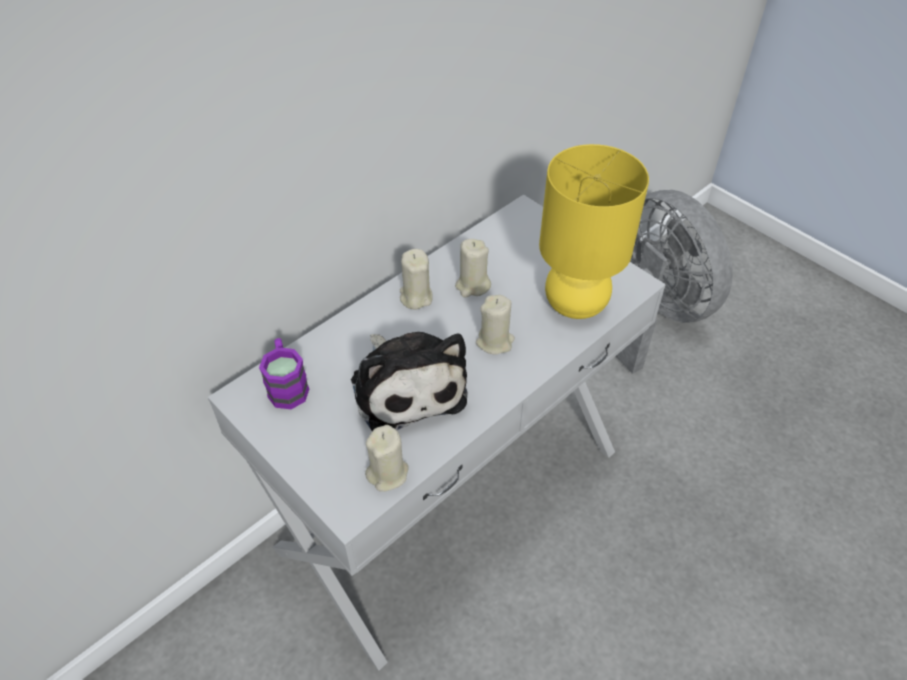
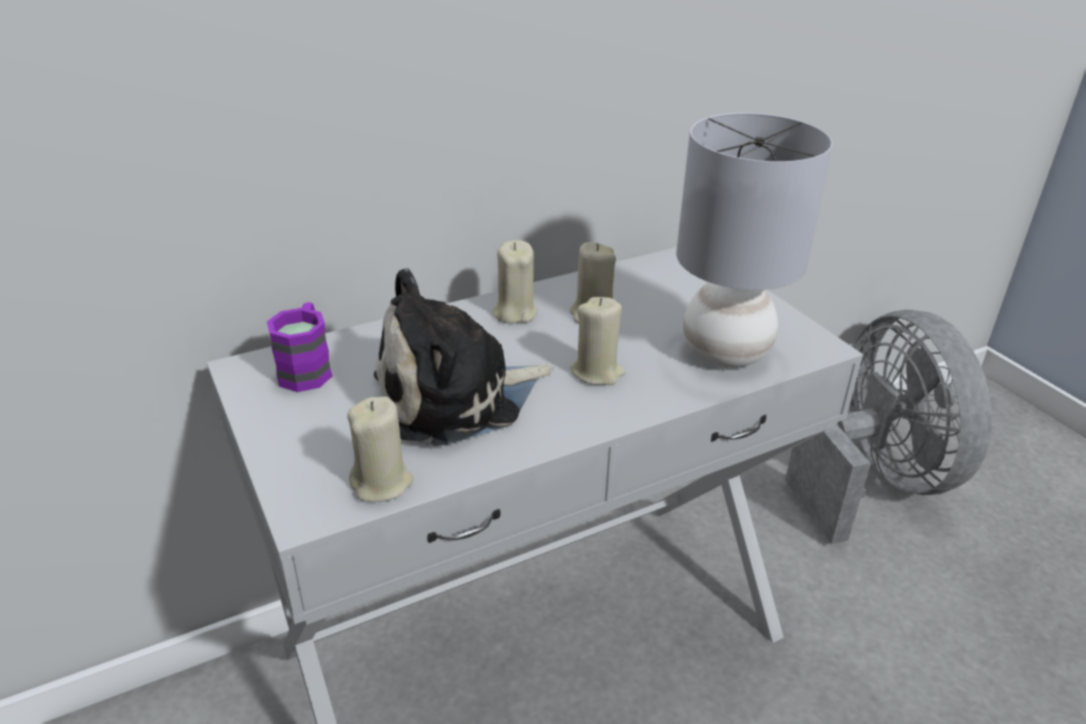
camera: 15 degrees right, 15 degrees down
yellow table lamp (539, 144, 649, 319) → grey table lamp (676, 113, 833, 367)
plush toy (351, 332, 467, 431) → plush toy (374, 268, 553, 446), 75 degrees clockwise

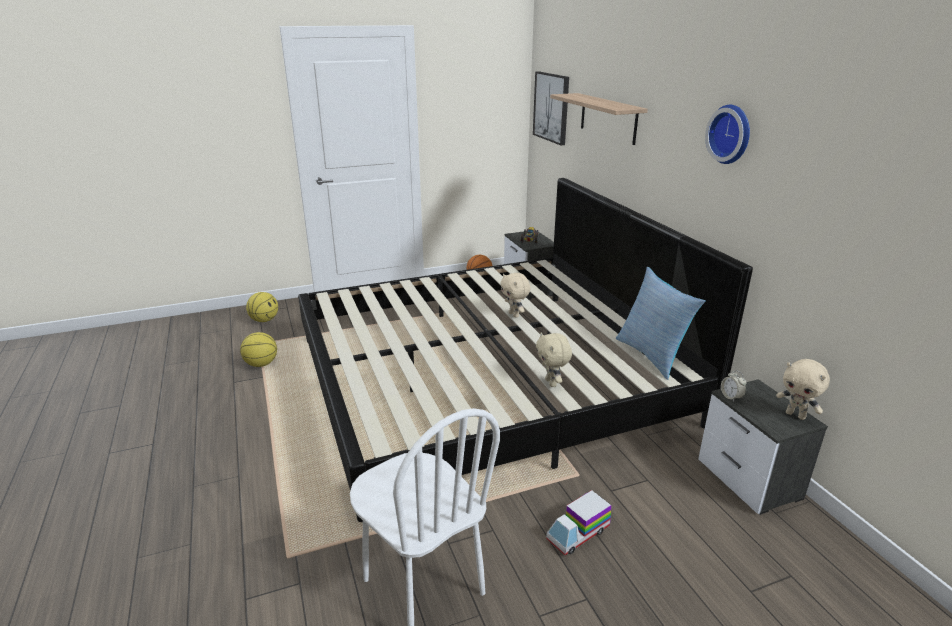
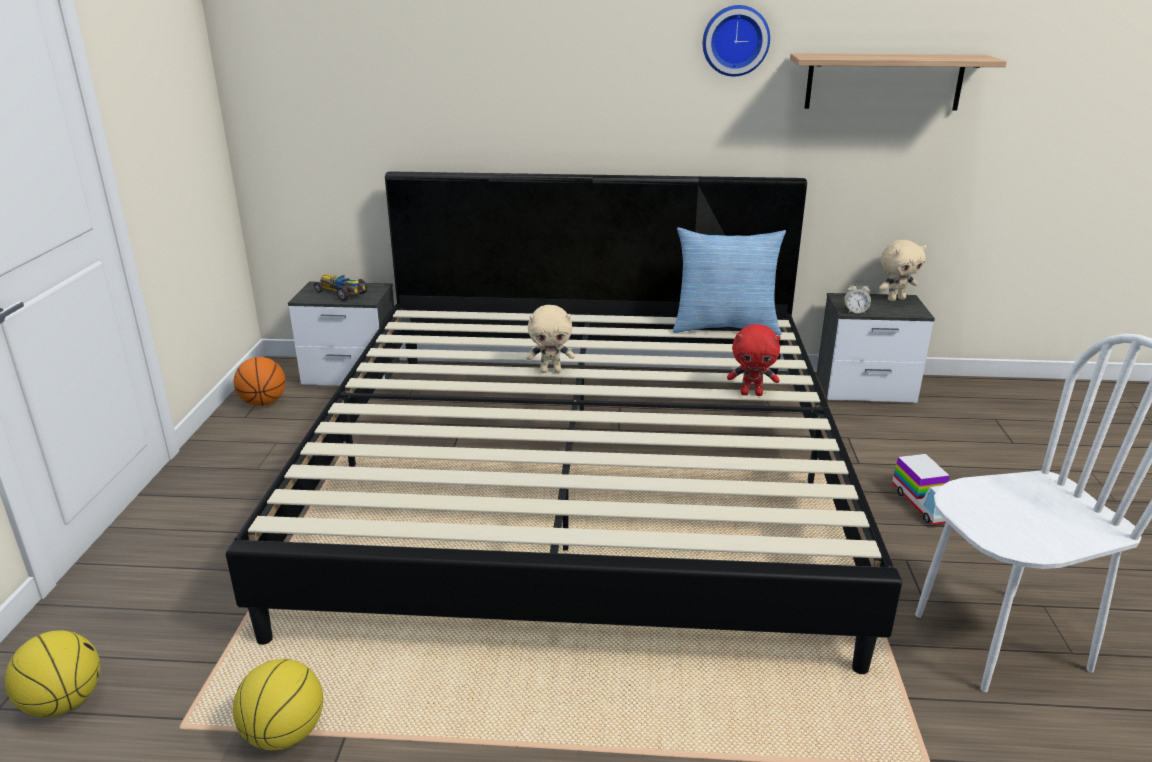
camera: 65 degrees left, 0 degrees up
picture (533, 72, 569, 145) → -
shelf (550, 93, 648, 145) → shelf (790, 53, 1007, 110), relocated
beige plush toy (536, 333, 572, 387) → red plush toy (727, 324, 781, 396)

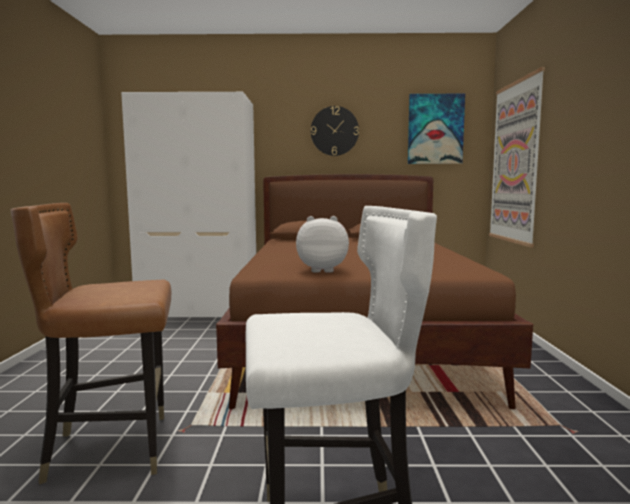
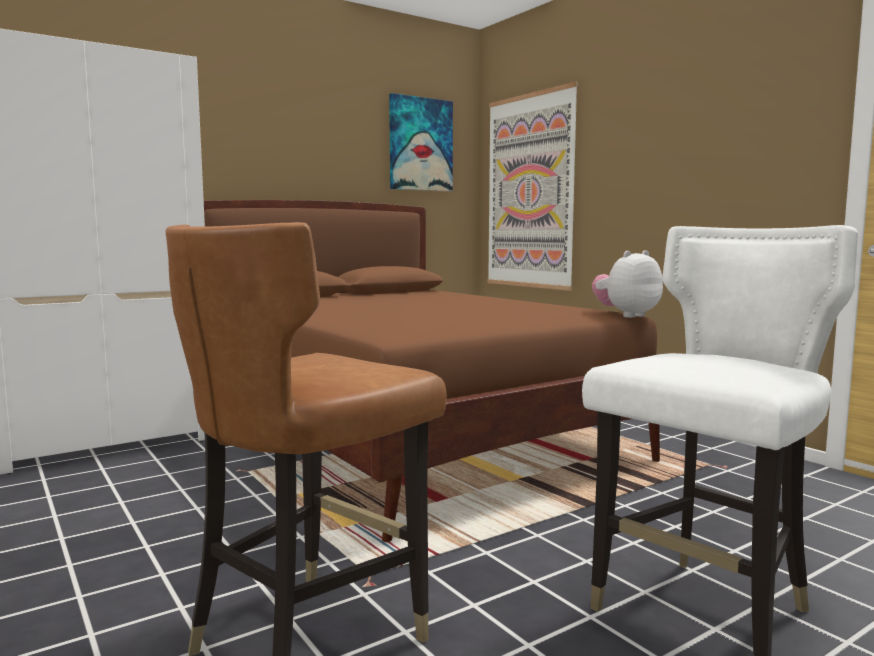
camera: 35 degrees left, 0 degrees up
wall clock (311, 106, 359, 156) → -
plush toy (296, 216, 349, 273) → plush toy (592, 250, 663, 318), relocated

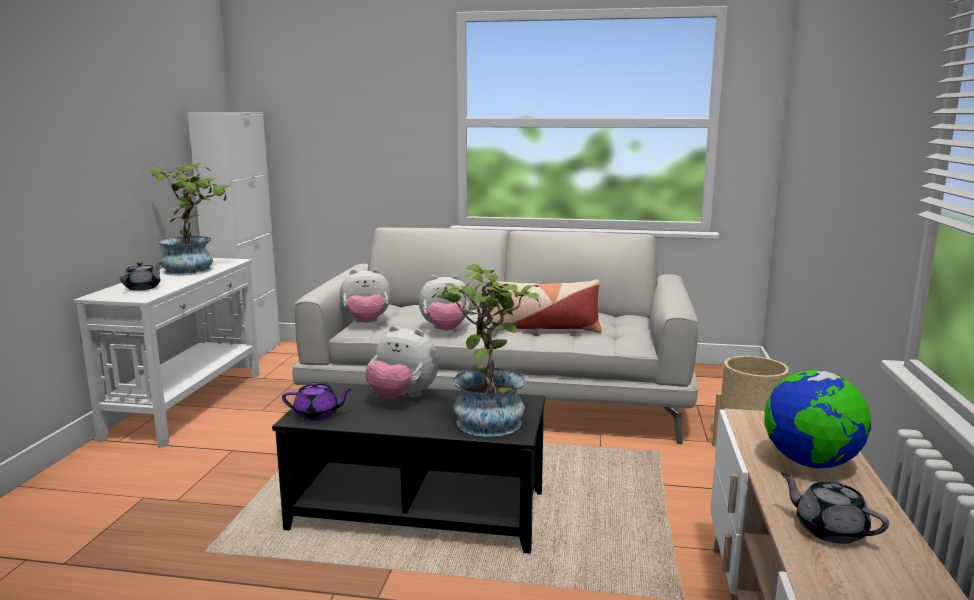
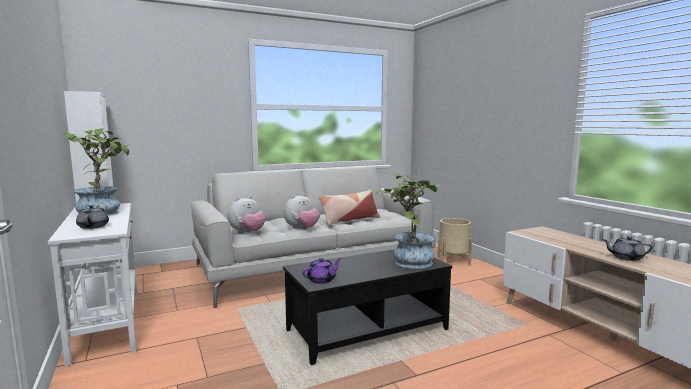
camera: 35 degrees left, 5 degrees down
plush toy (365, 325, 439, 399) → -
globe (764, 370, 871, 469) → -

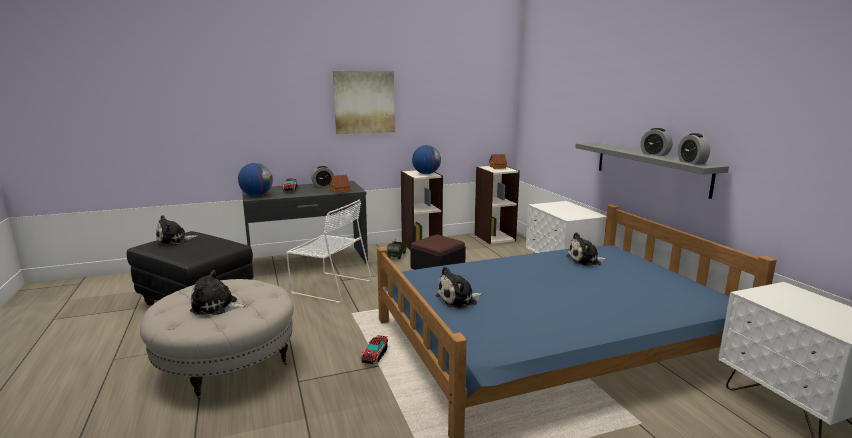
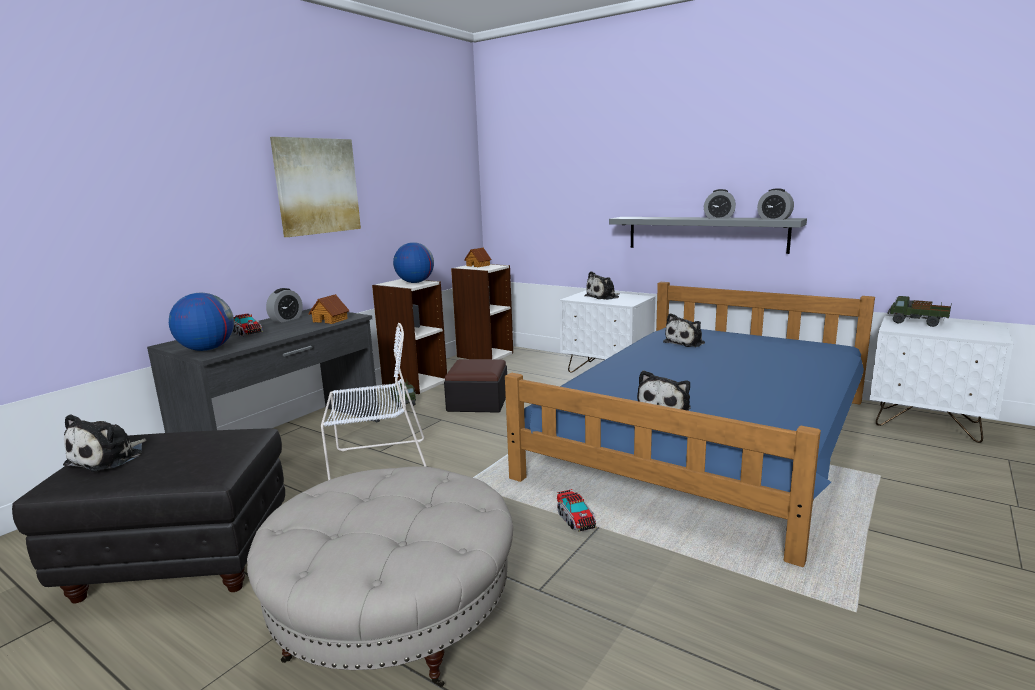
camera: 35 degrees left, 0 degrees up
- → toy truck (887, 296, 952, 327)
plush toy (190, 270, 248, 315) → plush toy (584, 271, 620, 300), relocated

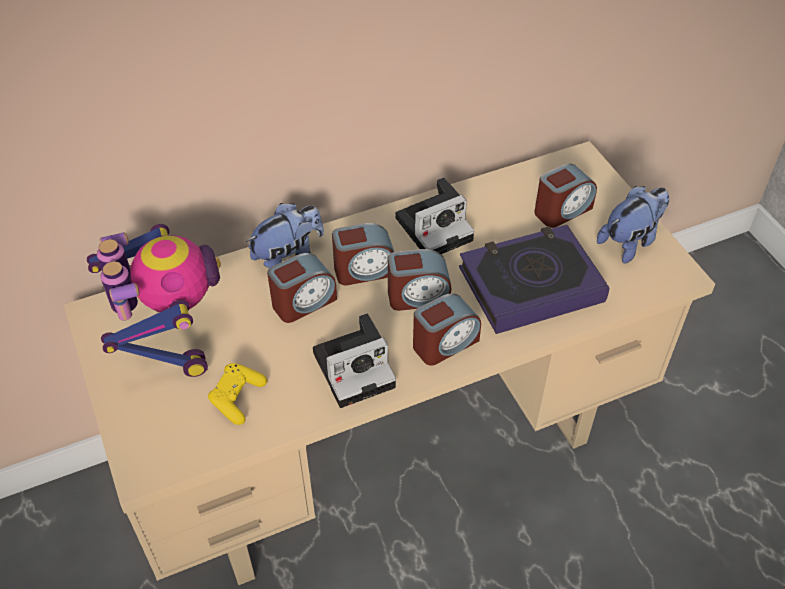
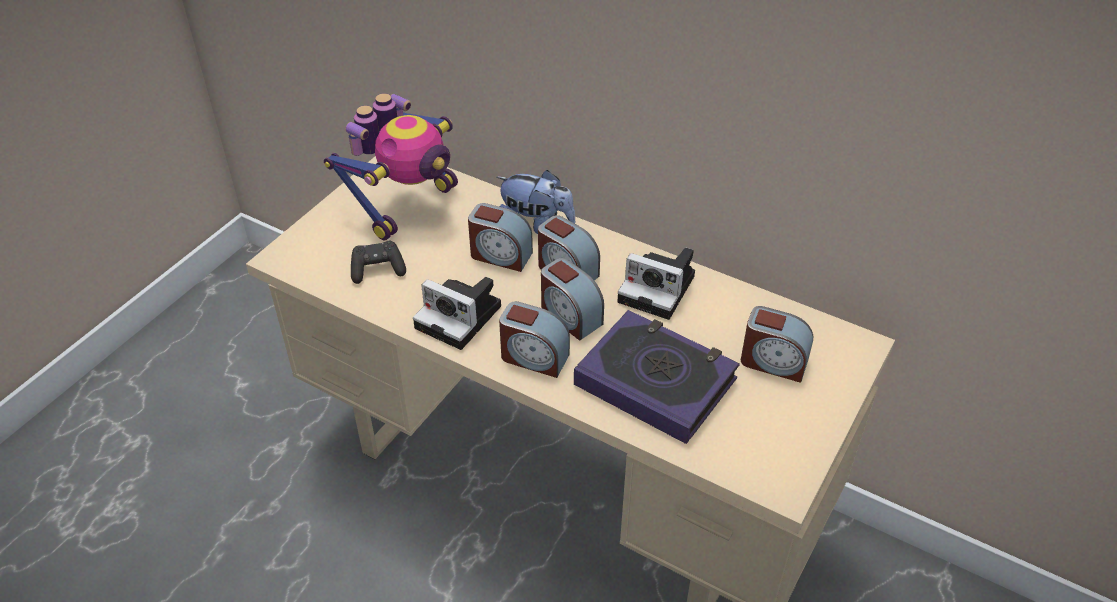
camera: 55 degrees right, 5 degrees down
plush toy (597, 186, 669, 263) → -
yellow game controller (208, 363, 267, 425) → black game controller (351, 241, 406, 284)

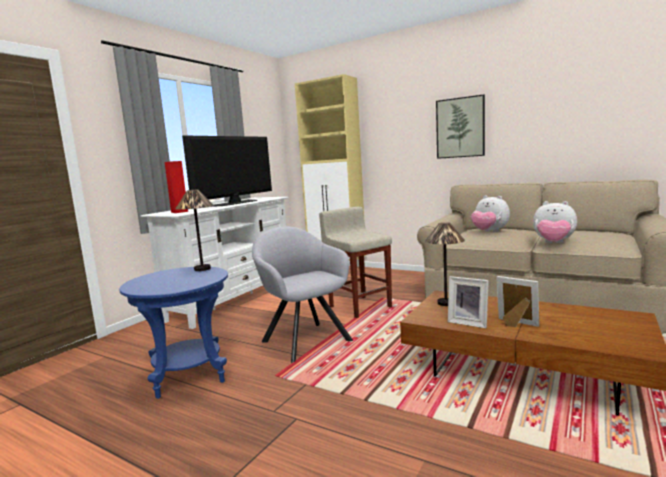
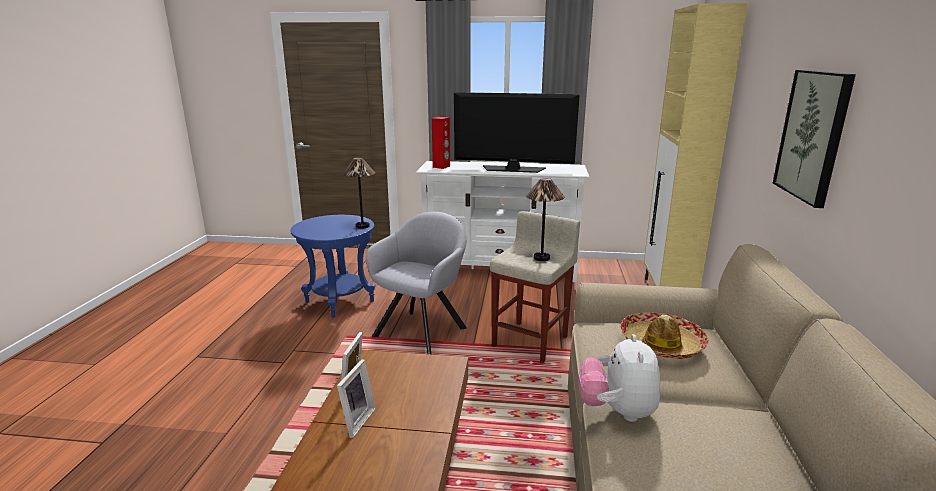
camera: 65 degrees right, 10 degrees up
table lamp (425, 222, 465, 306) → table lamp (526, 178, 565, 261), relocated
plush toy (471, 195, 510, 232) → hat (620, 313, 709, 359)

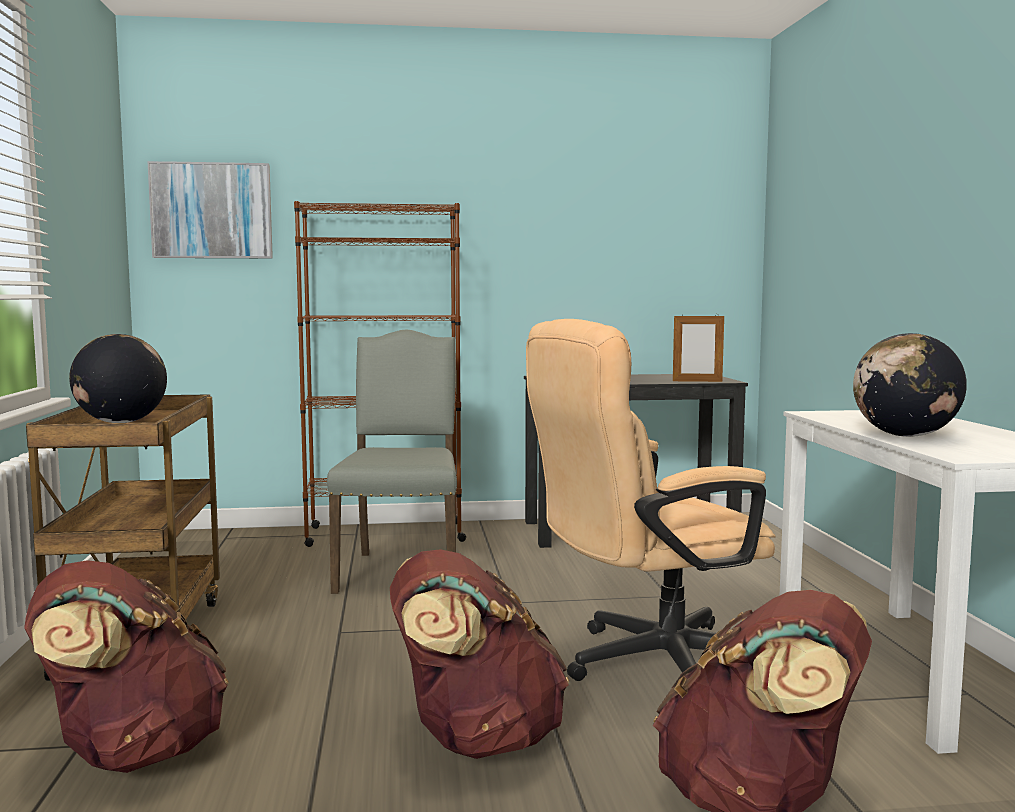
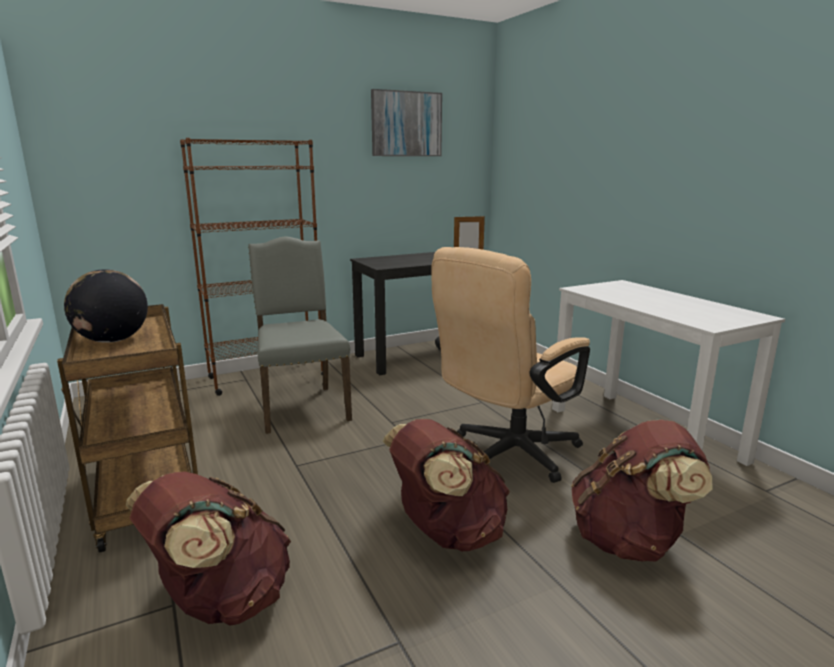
camera: 20 degrees left, 10 degrees up
globe (853, 333, 967, 437) → -
picture (147, 161, 273, 258) → picture (371, 89, 442, 156), relocated

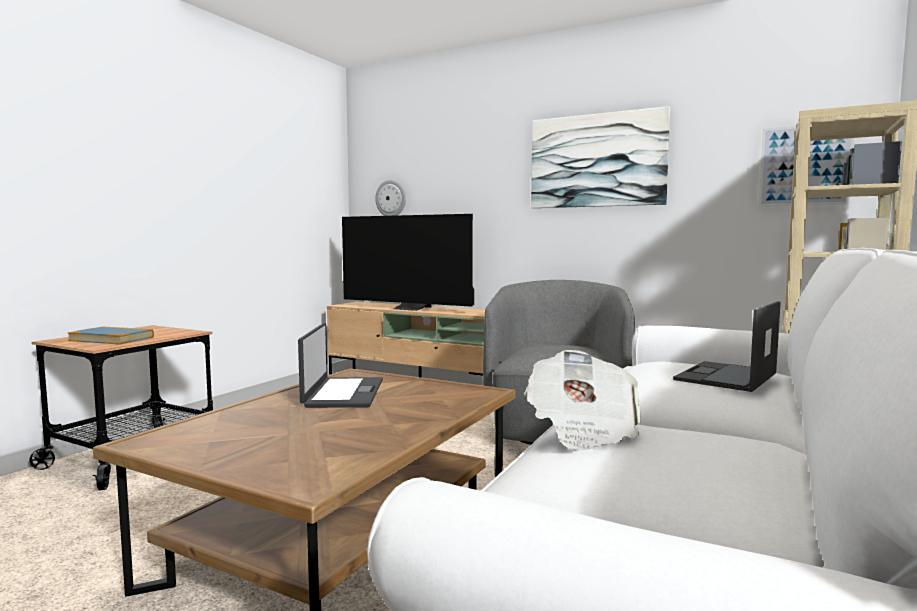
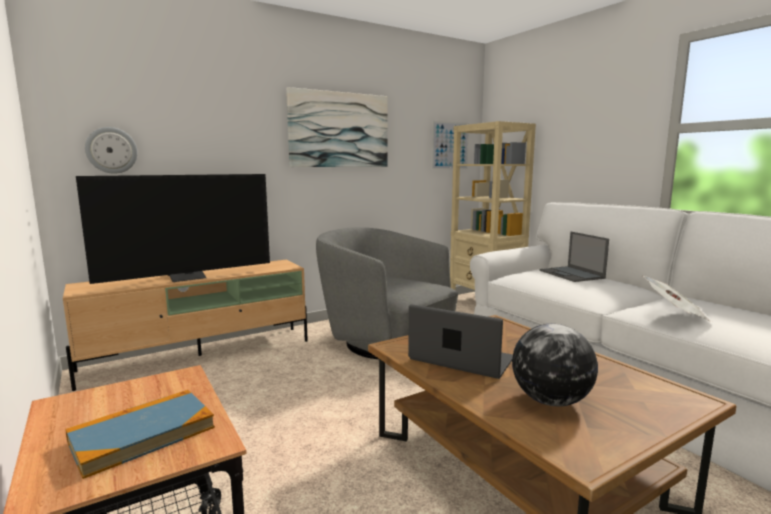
camera: 60 degrees left, 5 degrees up
- → globe (512, 324, 598, 407)

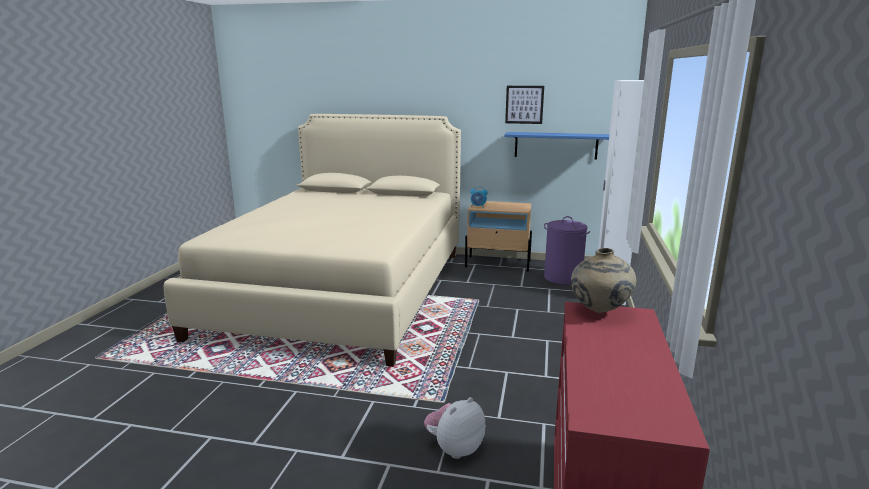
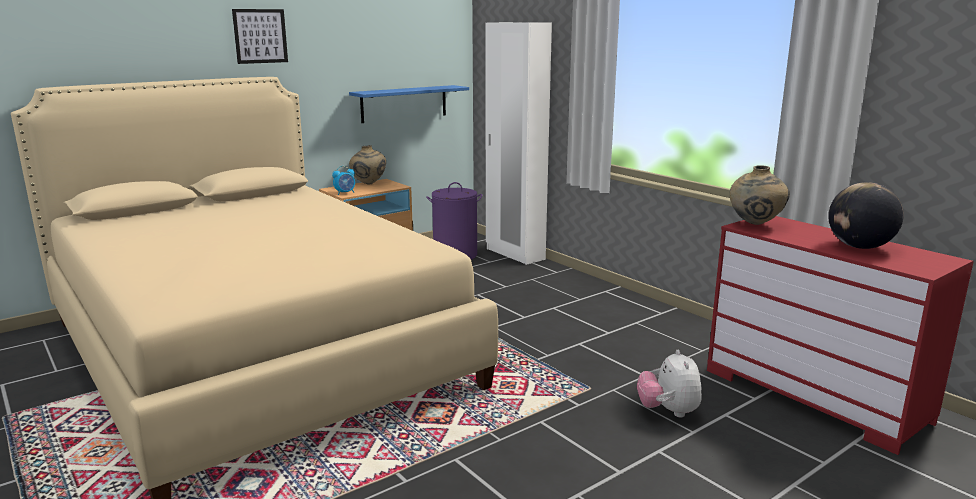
camera: 50 degrees left, 0 degrees up
- → beige vase (349, 145, 386, 185)
- → globe (828, 182, 904, 249)
picture (505, 86, 544, 124) → picture (232, 9, 288, 64), relocated

